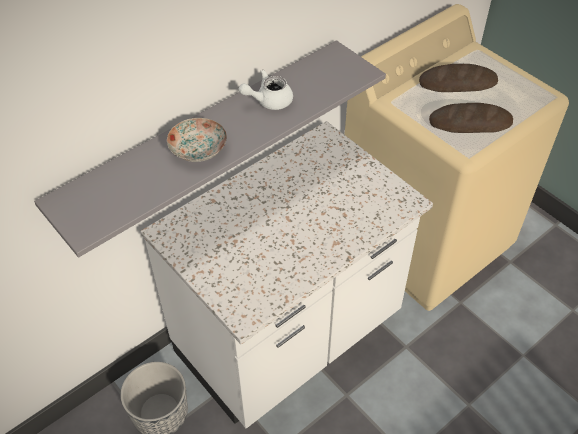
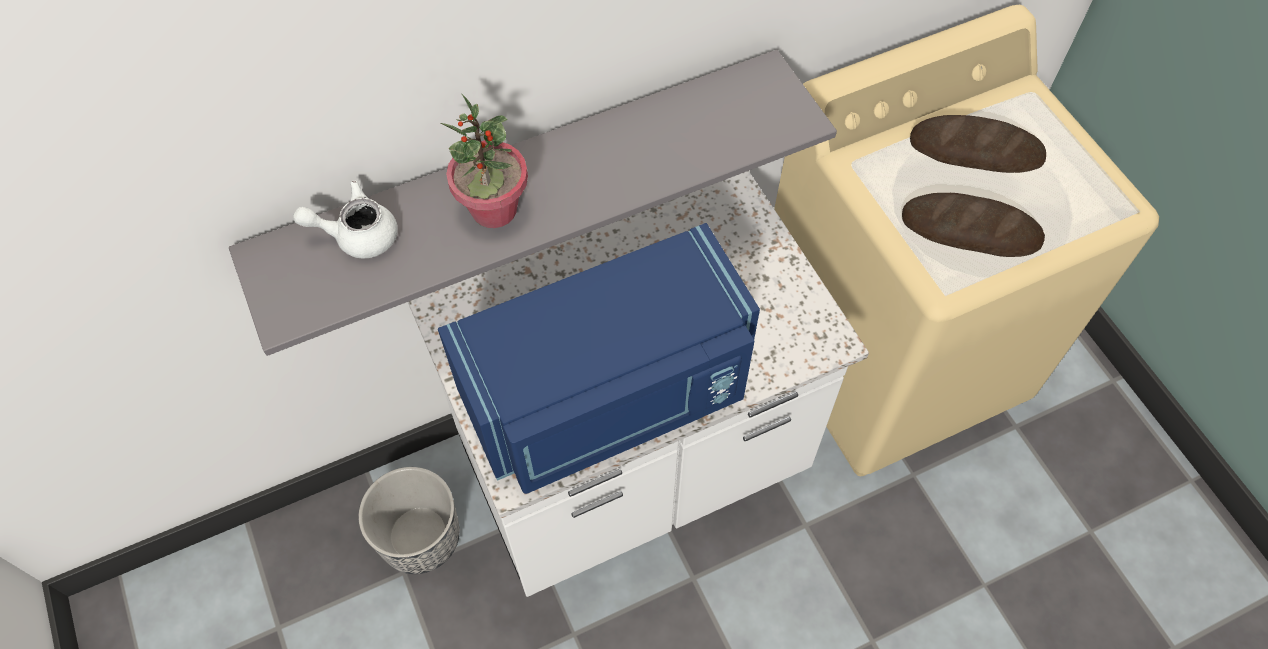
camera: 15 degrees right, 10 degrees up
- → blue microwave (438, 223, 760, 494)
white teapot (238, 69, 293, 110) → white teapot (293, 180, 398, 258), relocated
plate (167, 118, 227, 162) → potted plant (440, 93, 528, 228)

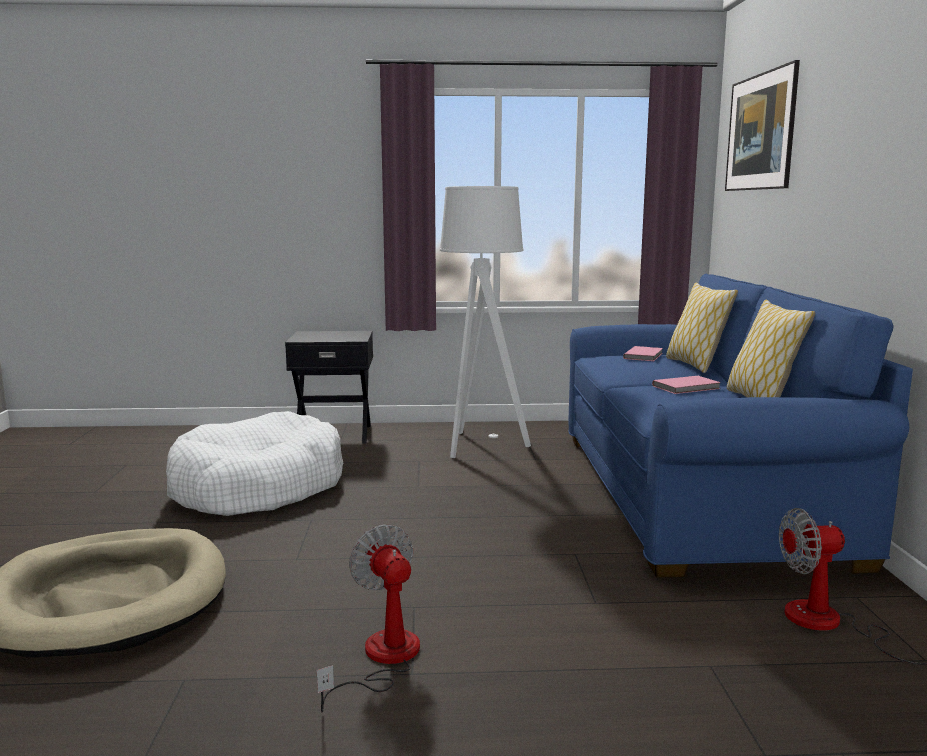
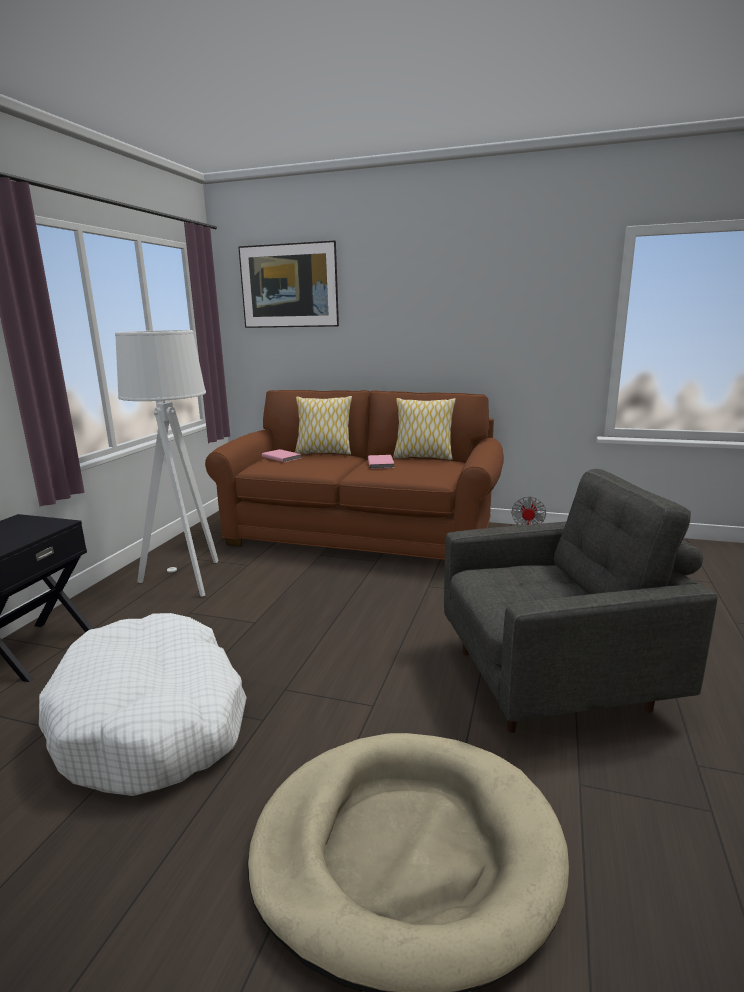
camera: 70 degrees left, 5 degrees up
fan (317, 525, 420, 713) → grey armchair (444, 469, 718, 733)
blue sofa (568, 274, 913, 578) → brown sofa (205, 390, 504, 560)

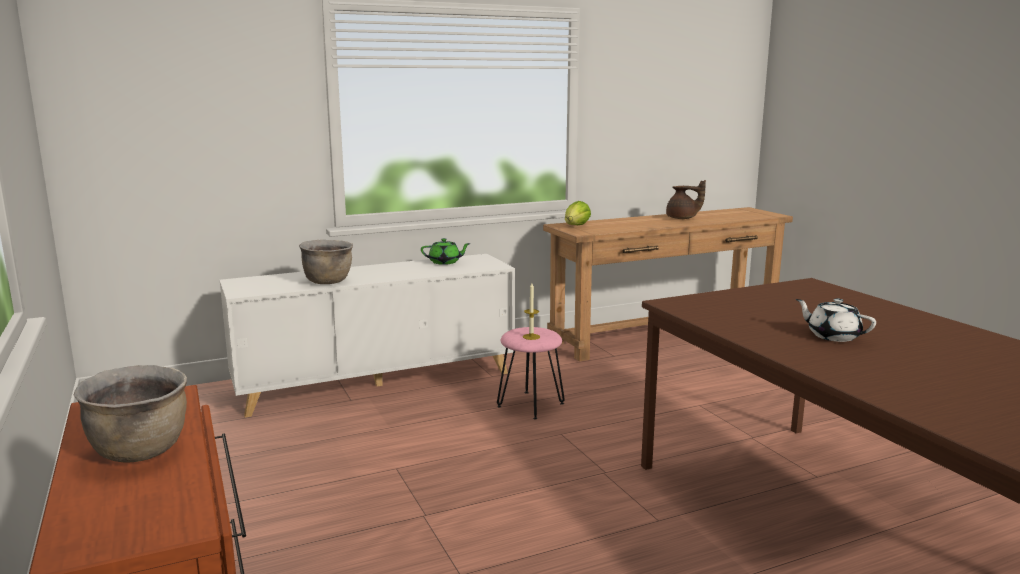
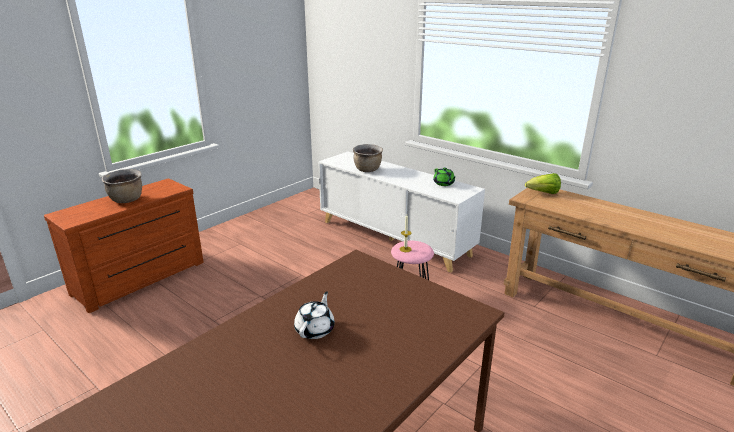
camera: 65 degrees right, 10 degrees up
brown teapot (666, 180, 706, 219) → -

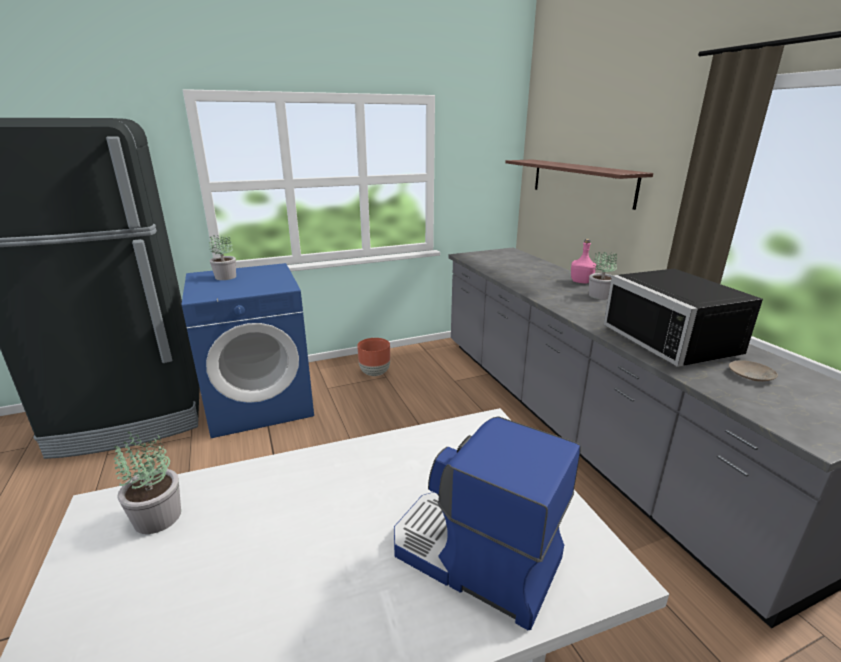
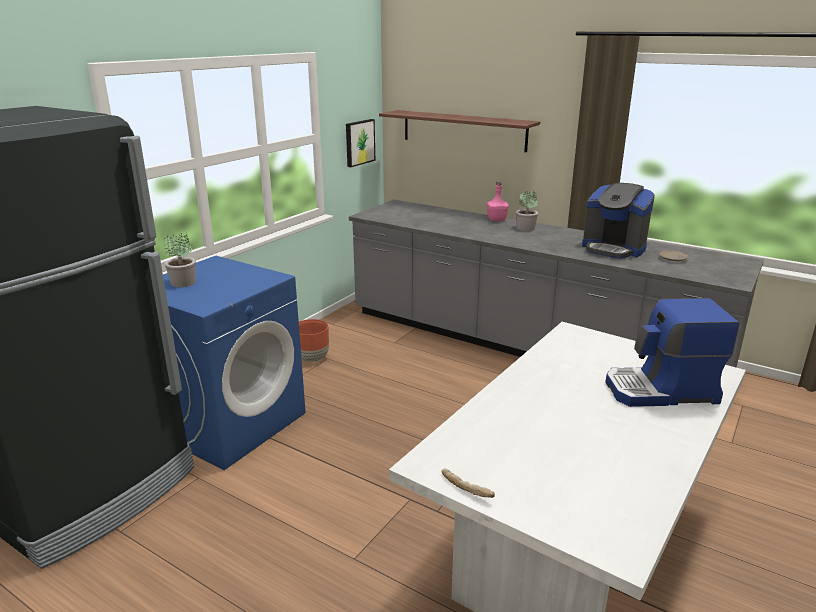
camera: 35 degrees left, 0 degrees up
potted plant (114, 431, 181, 534) → -
- → picture (346, 119, 375, 167)
- → bread (441, 468, 495, 498)
black microwave (604, 269, 763, 367) → coffee machine (582, 183, 655, 259)

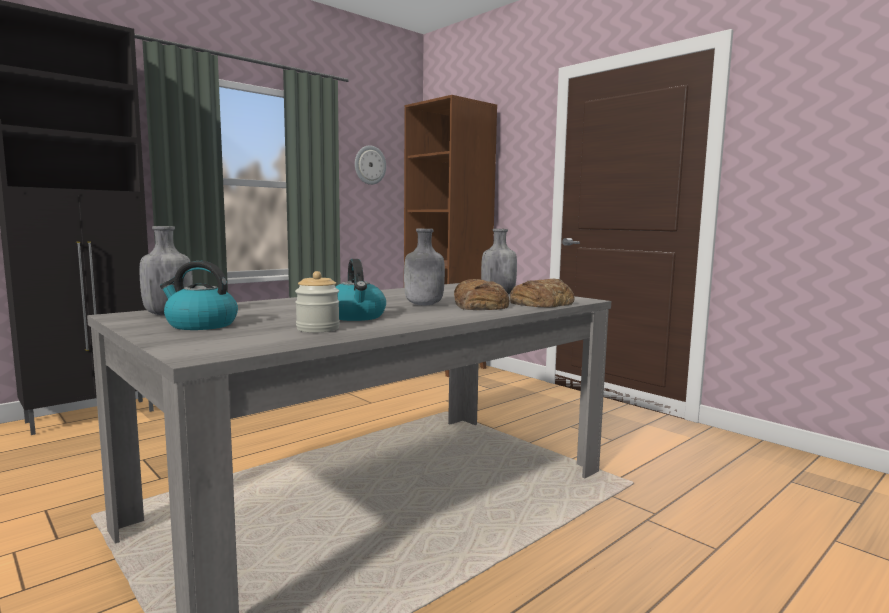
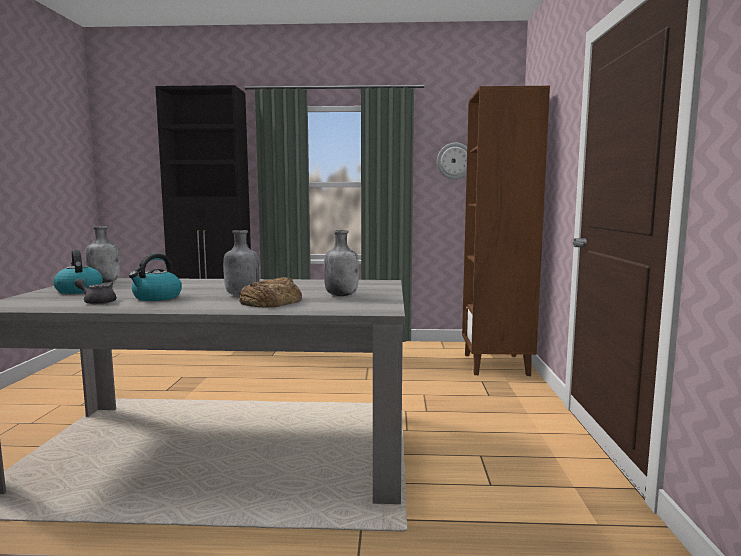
camera: 45 degrees right, 0 degrees up
bread (510, 279, 575, 307) → -
jar (295, 271, 340, 333) → grey teapot (74, 279, 116, 305)

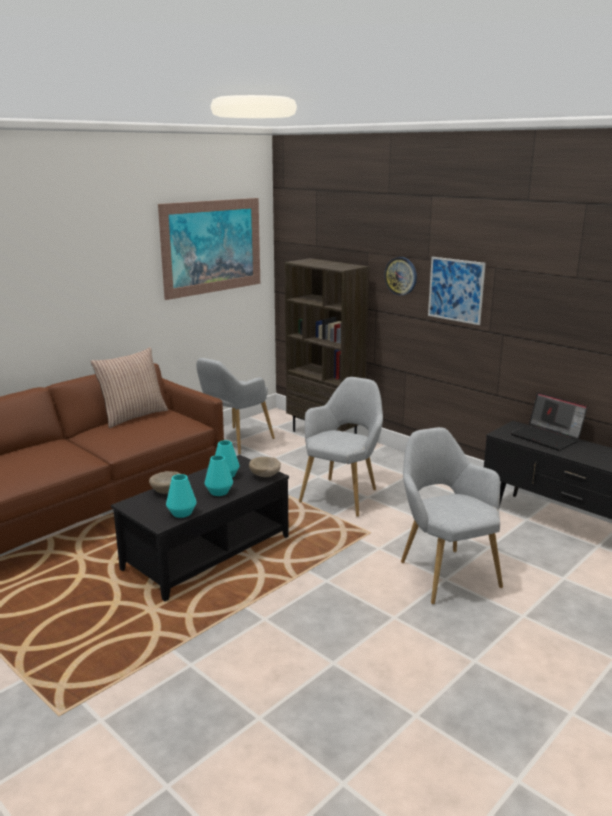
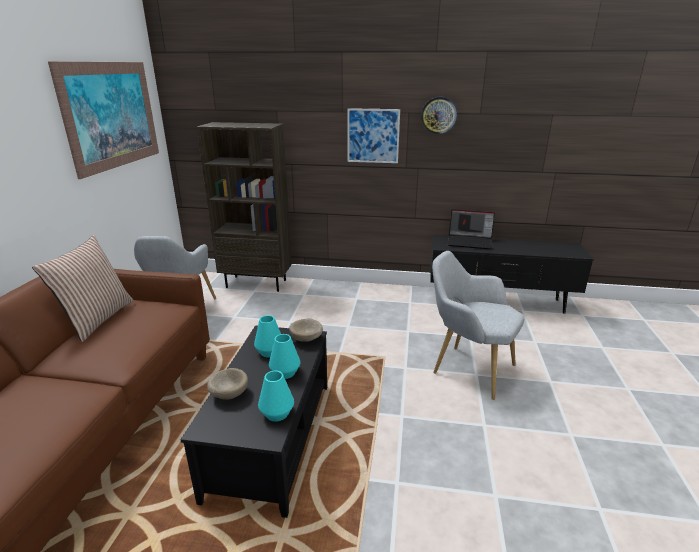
camera: 35 degrees left, 5 degrees up
grey armchair (299, 377, 383, 517) → -
wall clock (384, 257, 417, 295) → wall clock (421, 97, 457, 134), relocated

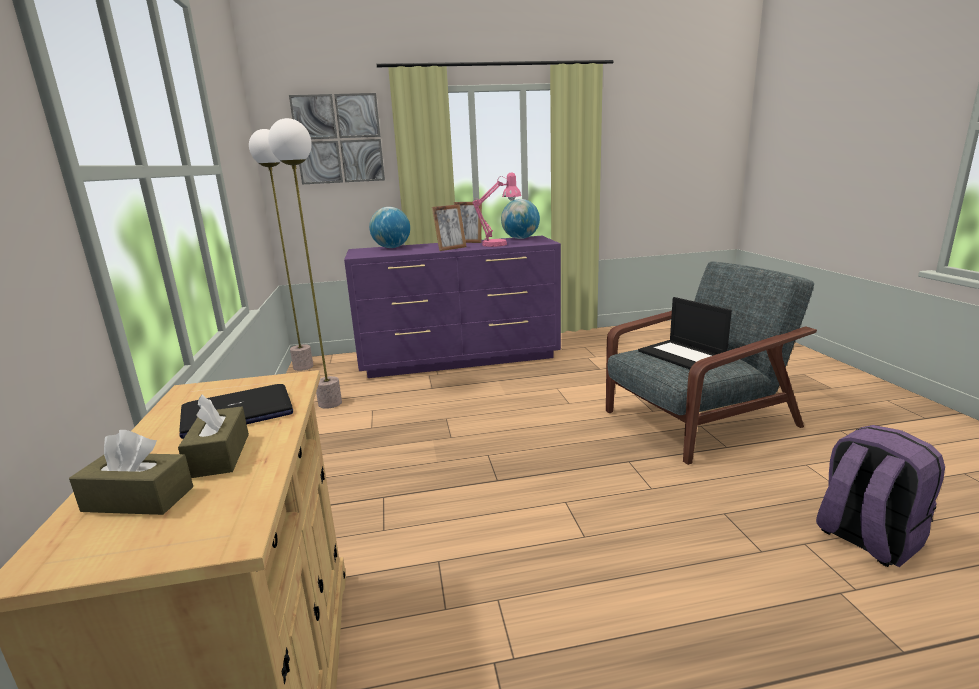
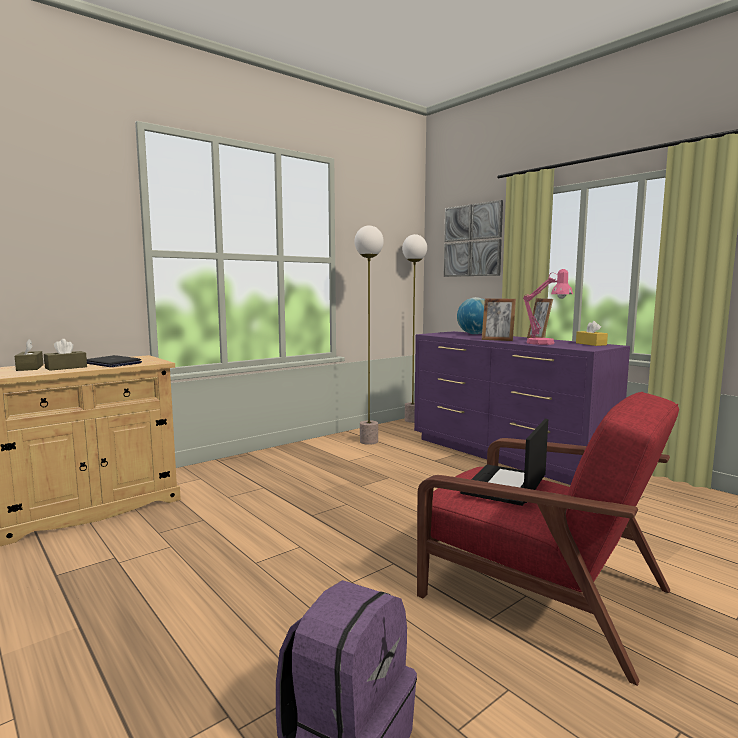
camera: 60 degrees right, 10 degrees down
globe (501, 199, 540, 239) → yellow tissue box (576, 321, 608, 346)
grey armchair (606, 262, 817, 465) → red armchair (417, 392, 679, 686)

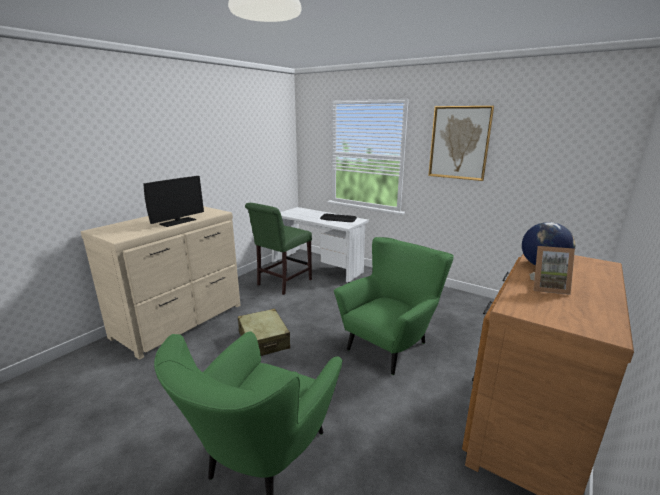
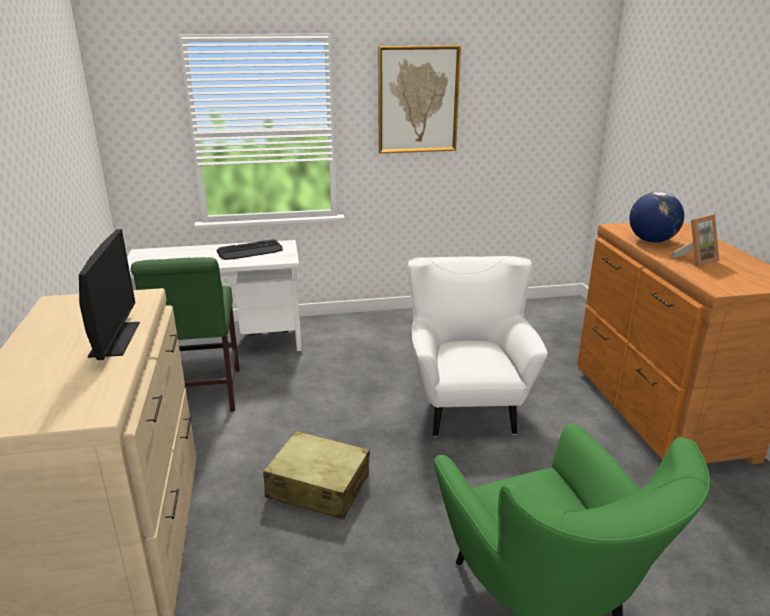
camera: 45 degrees left, 5 degrees up
green armchair (334, 237, 454, 375) → white armchair (407, 256, 548, 437)

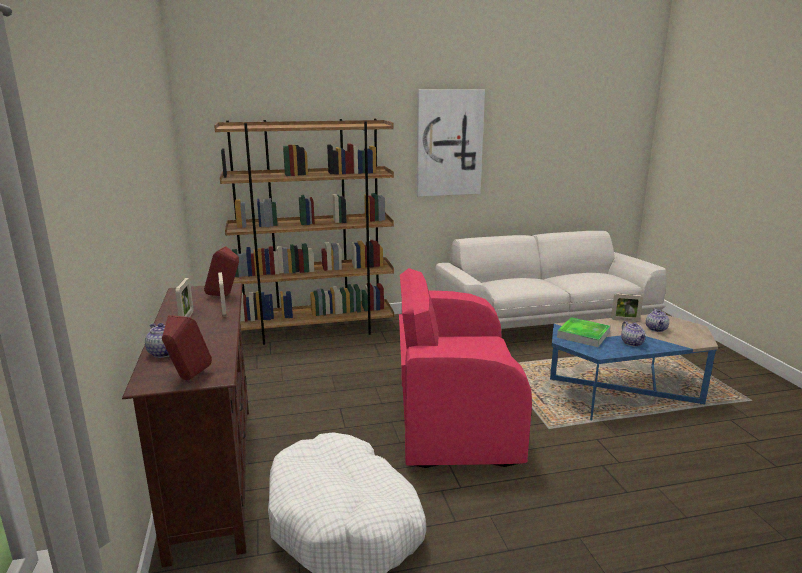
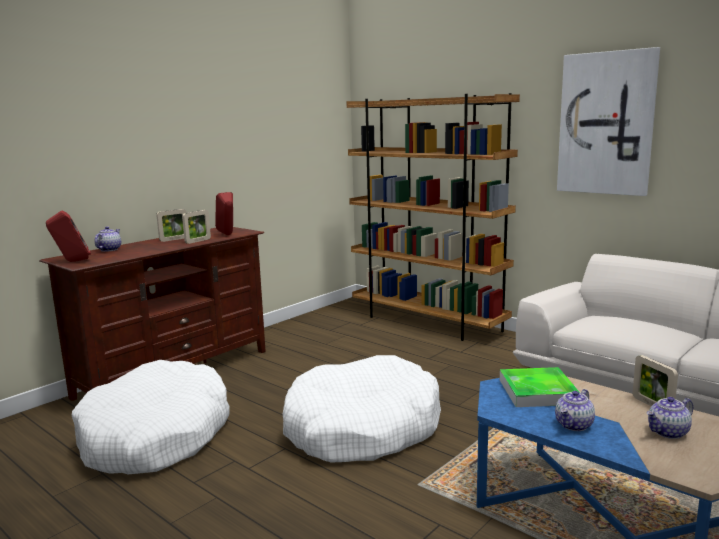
camera: 55 degrees right, 5 degrees down
pink armchair (399, 268, 532, 468) → white dog bed (283, 355, 441, 463)

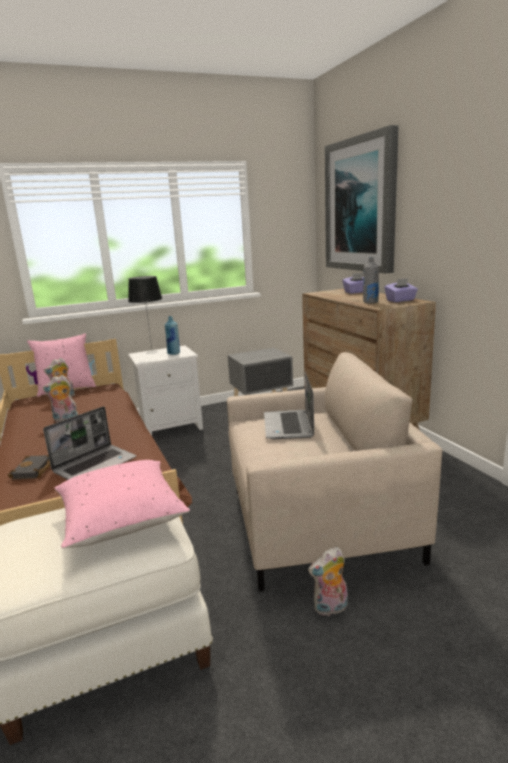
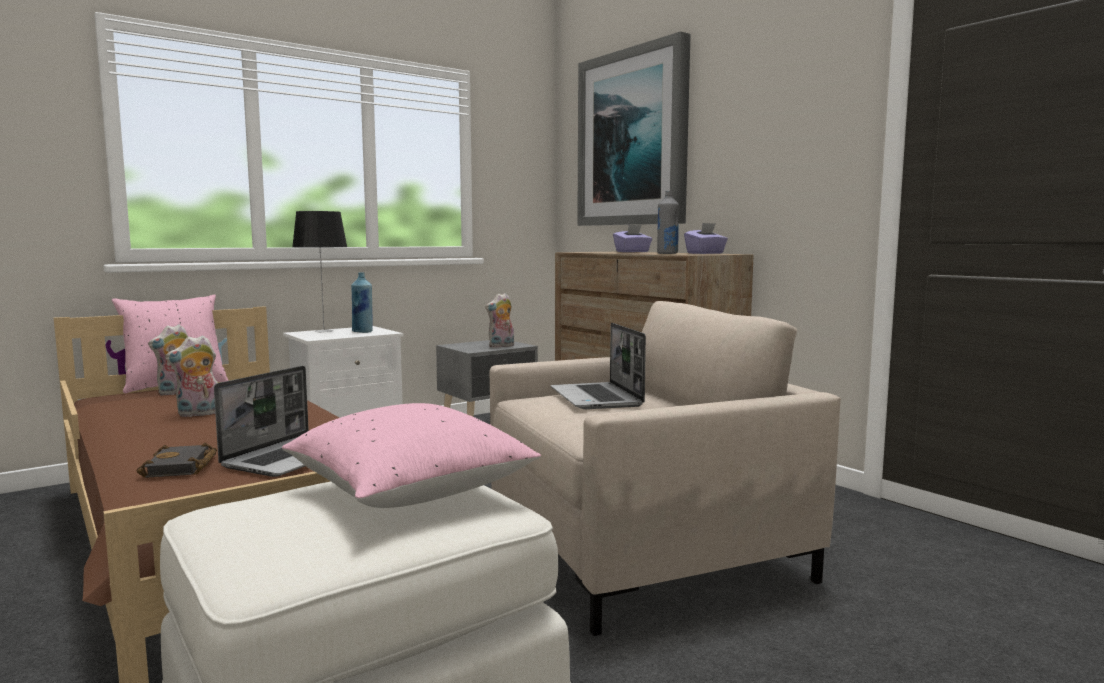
camera: 15 degrees left, 10 degrees down
plush toy (308, 547, 348, 616) → plush toy (485, 293, 514, 348), relocated

